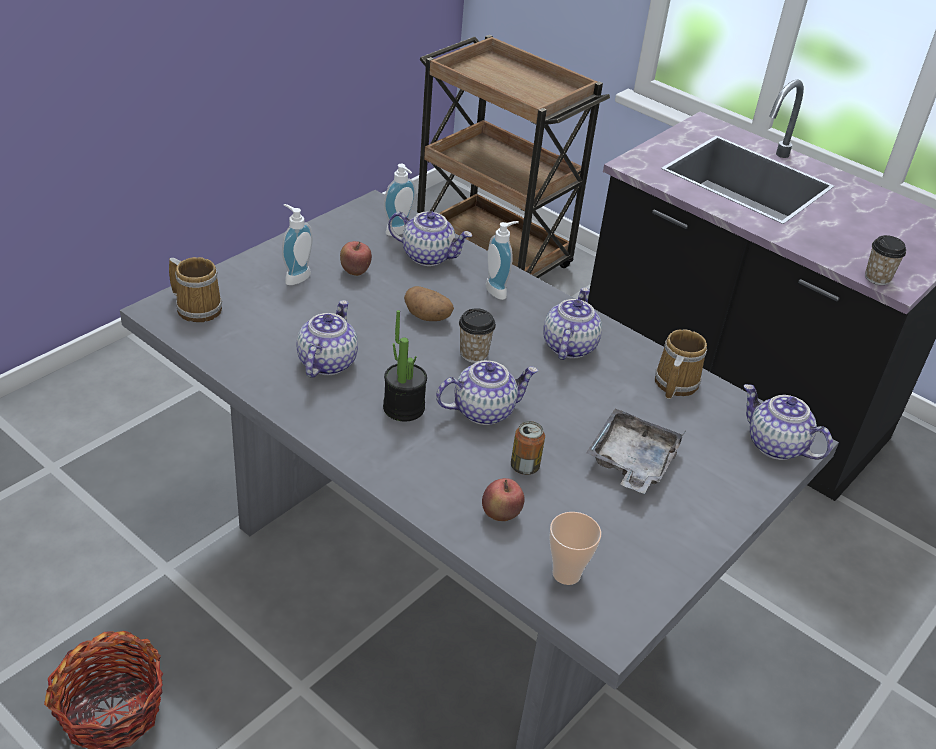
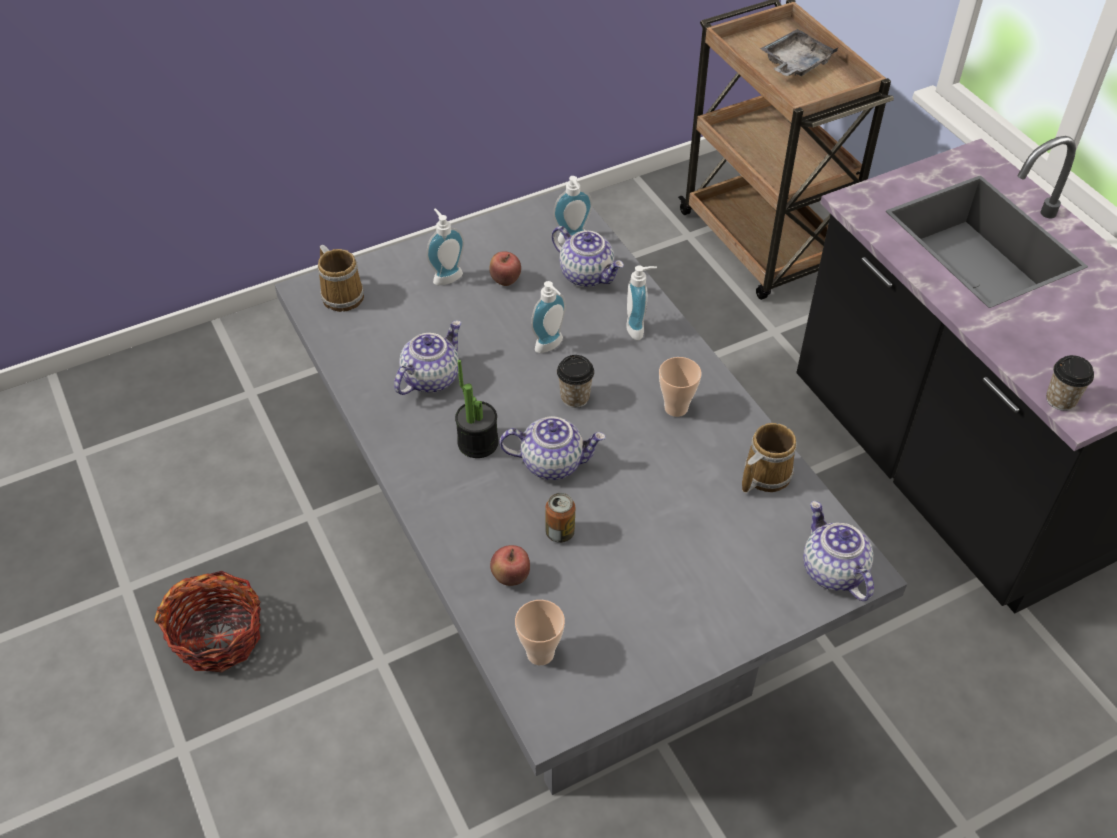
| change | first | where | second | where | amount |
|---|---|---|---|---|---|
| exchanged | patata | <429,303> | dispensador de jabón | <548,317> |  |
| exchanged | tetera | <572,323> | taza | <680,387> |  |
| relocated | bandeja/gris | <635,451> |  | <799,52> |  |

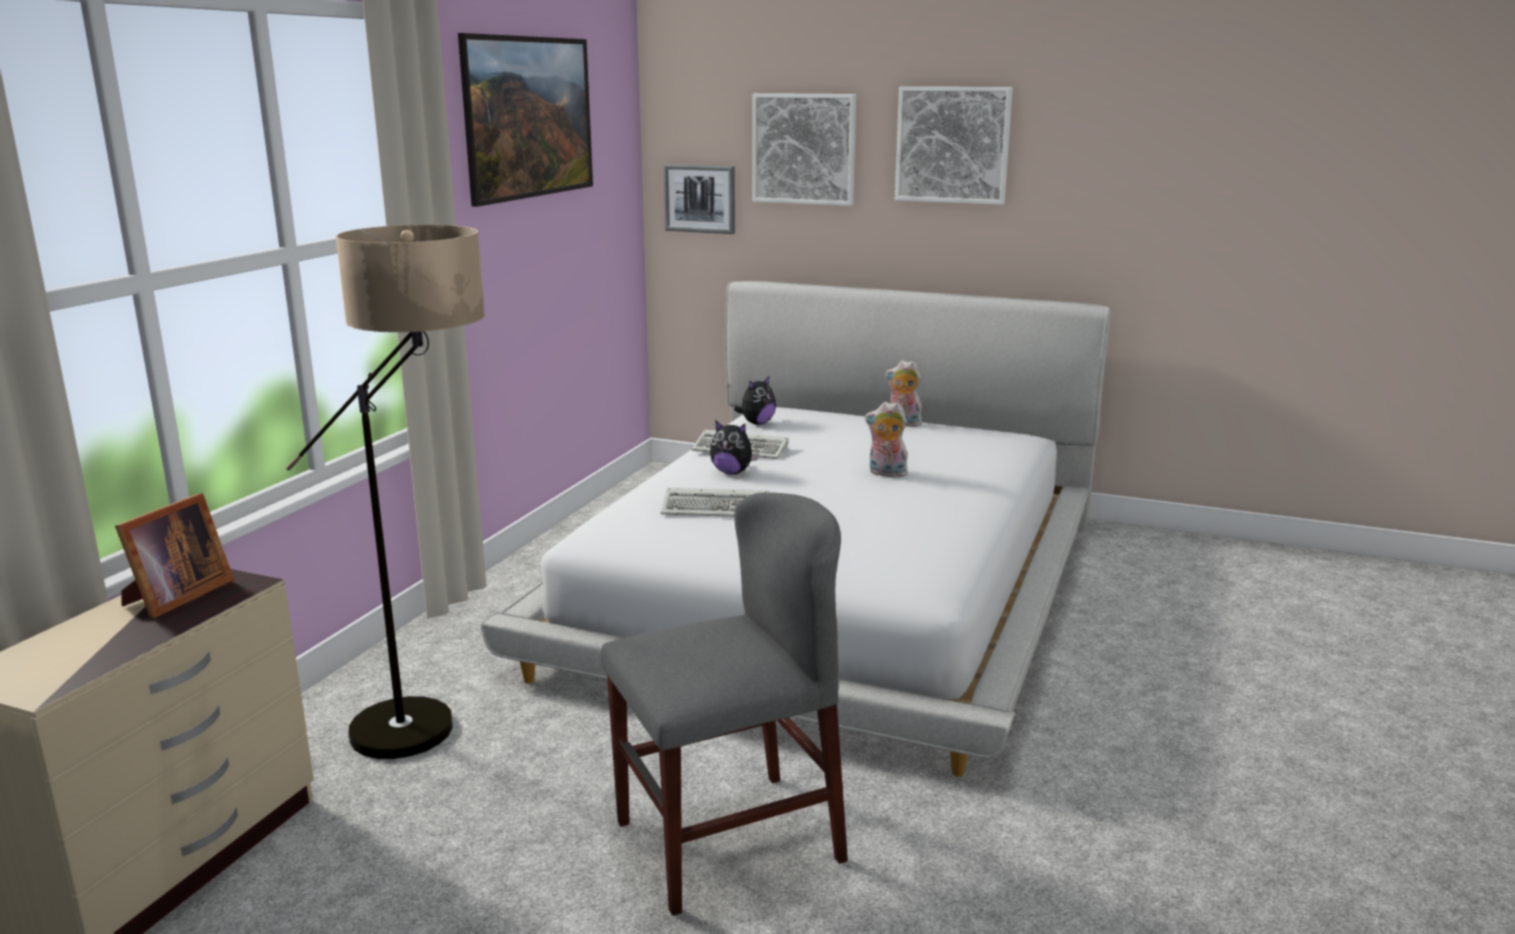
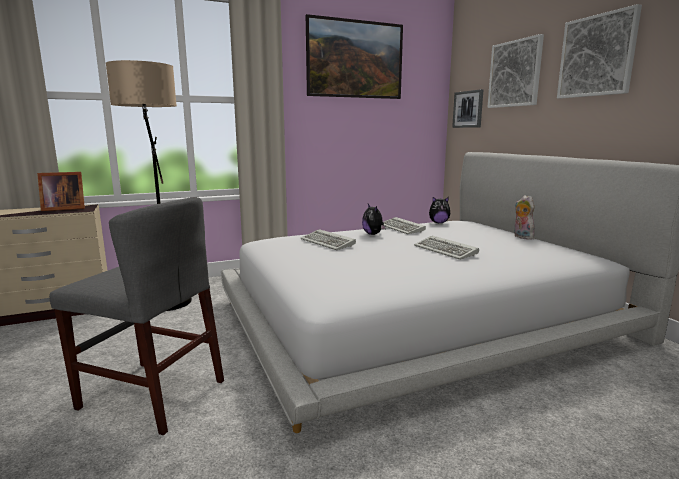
| change | first | where | second | where | amount |
|---|---|---|---|---|---|
| exchanged | peluche | <886,439> | teclado | <446,247> |  |

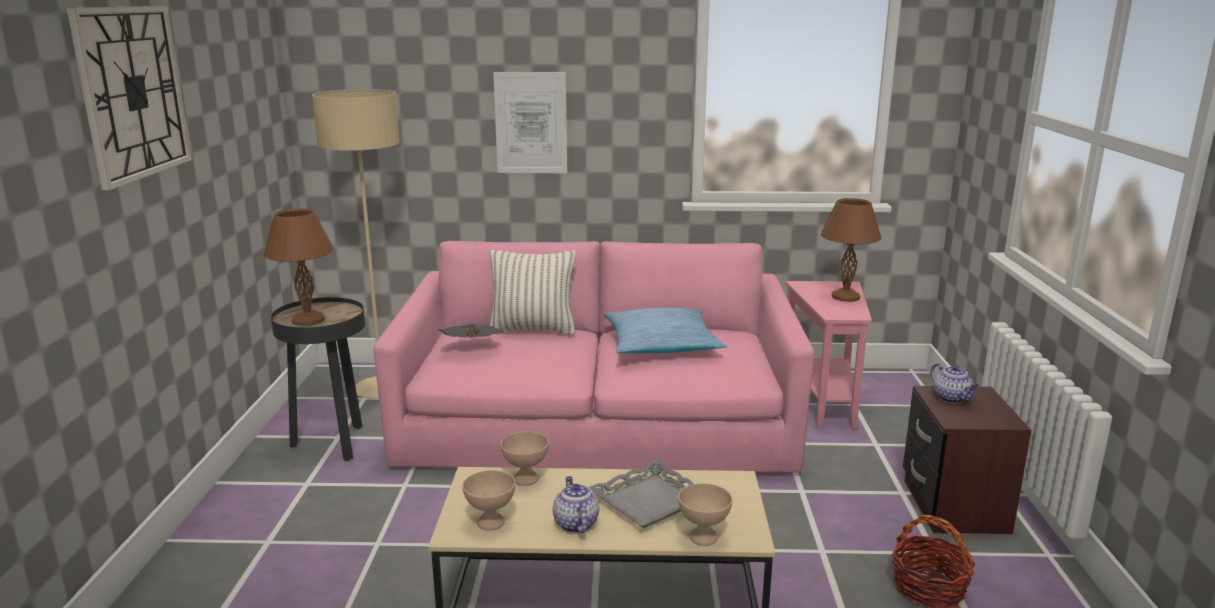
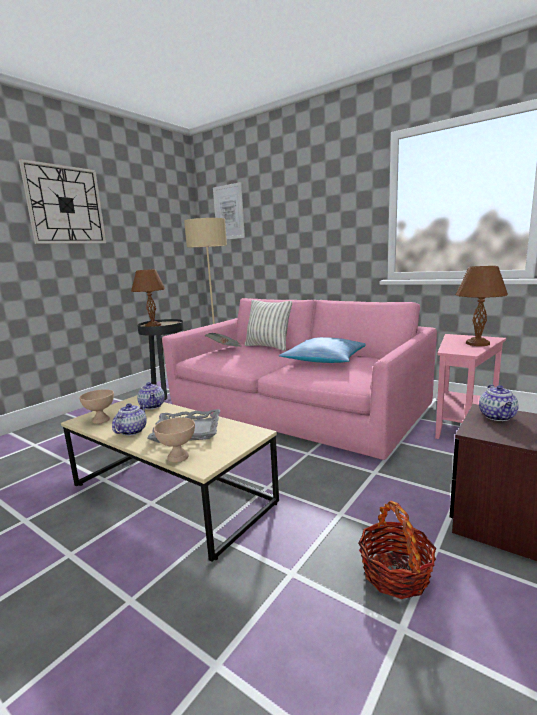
| change | first | where | second | where | amount |
|---|---|---|---|---|---|
| relocated | cuadro | <530,122> |  | <229,210> |  |
| exchanged | cuenco/beis | <525,458> | tetera | <151,396> |  |

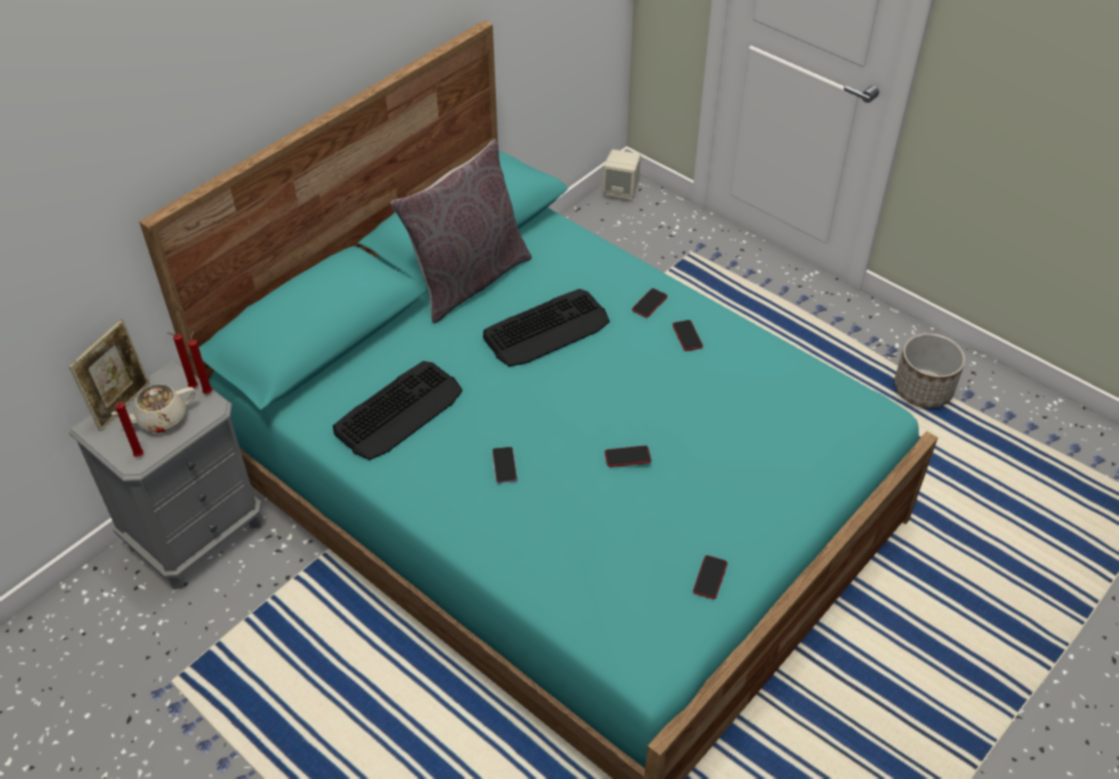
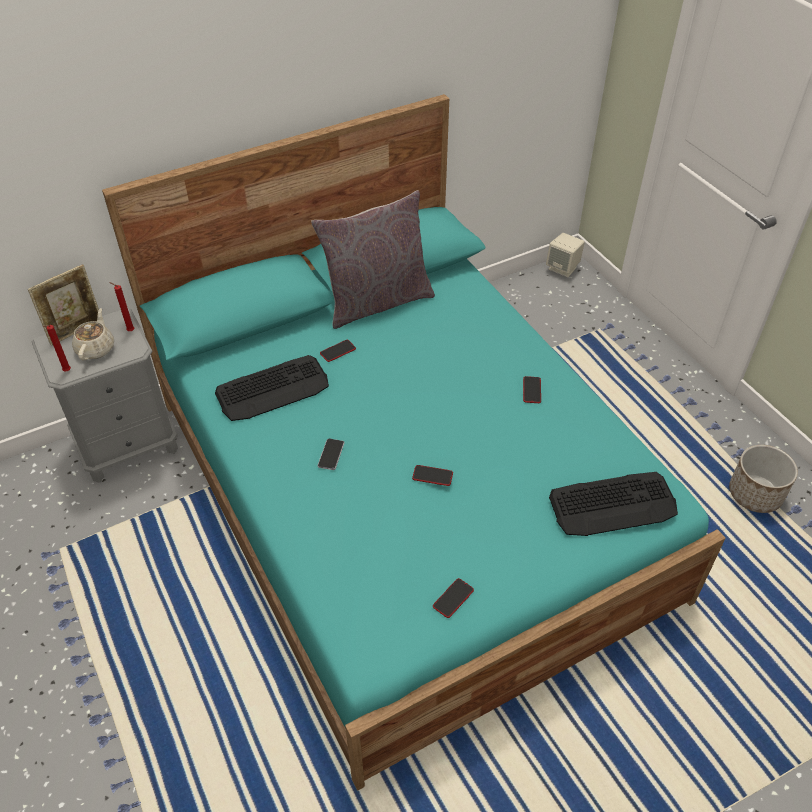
| change | first | where | second | where | amount |
|---|---|---|---|---|---|
| relocated | móvil | <649,303> |  | <338,351> |  |
| relocated | teclado | <546,328> |  | <613,504> |  |
| missing | vela/rojo | <200,362> |  |  |  |
| spun | tetera/beis | <153,408> |  | <93,334> | 105 degrees clockwise |

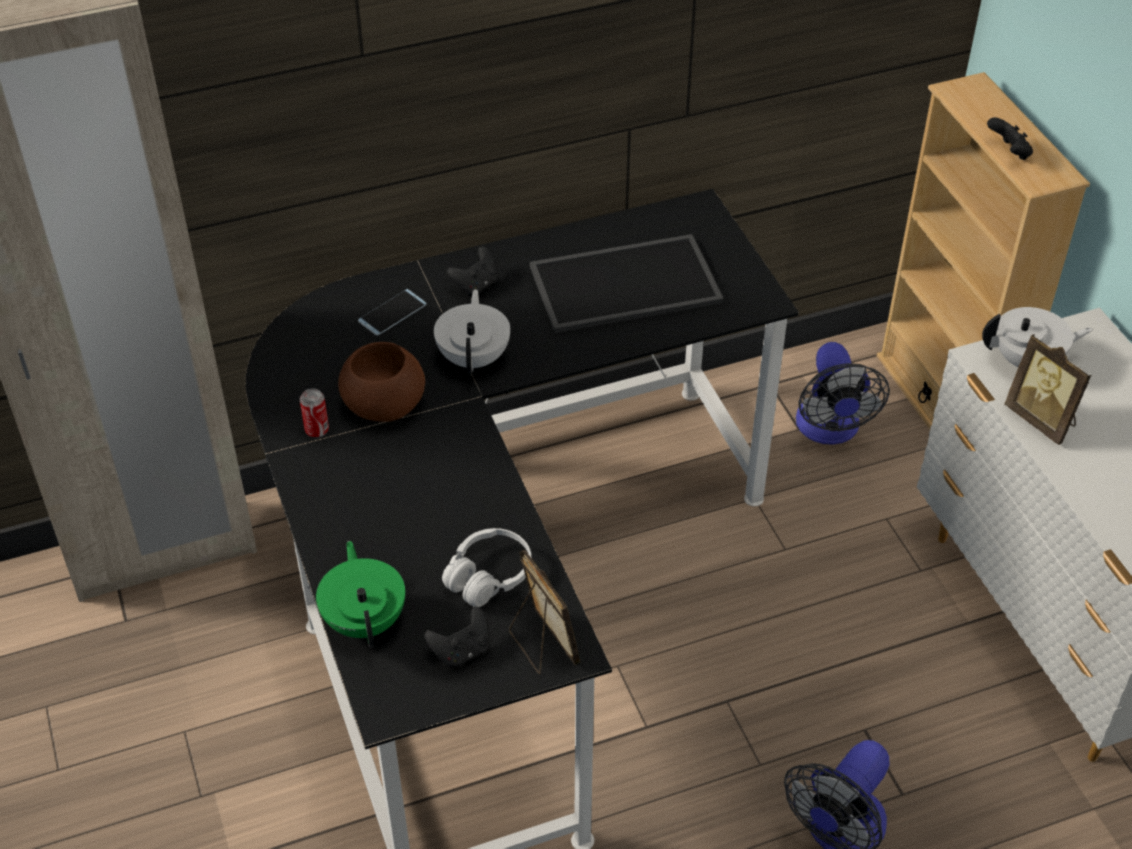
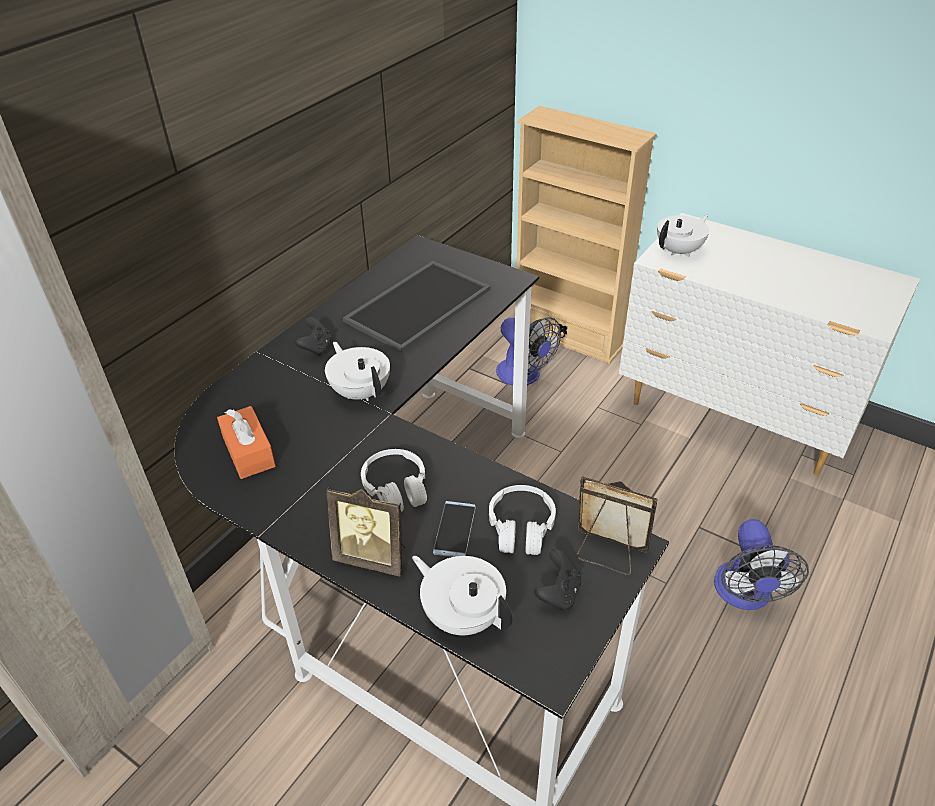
| change | first | where | second | where | amount |
|---|---|---|---|---|---|
| missing | mando de consola/negro | <1010,138> |  |  |  |
| relocated | móvil | <392,312> |  | <454,529> |  |
| relocated | portarretratos | <1047,389> |  | <365,531> |  |
| missing | cuenco/marrón | <381,382> |  |  |  |
| missing | lata | <314,413> |  |  |  |
| colour | tetera/verde | <360,594> | tetera/blanco | <462,595> |  |
| appeared |  |  | caja de pañuelos/naranja | <246,442> |  |
| appeared |  |  | auriculares/blanco | <394,480> |  |

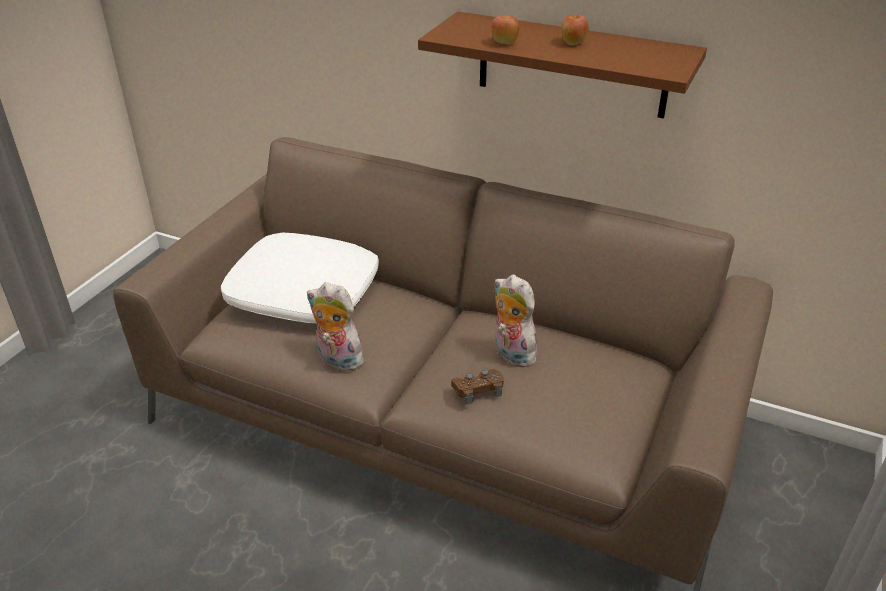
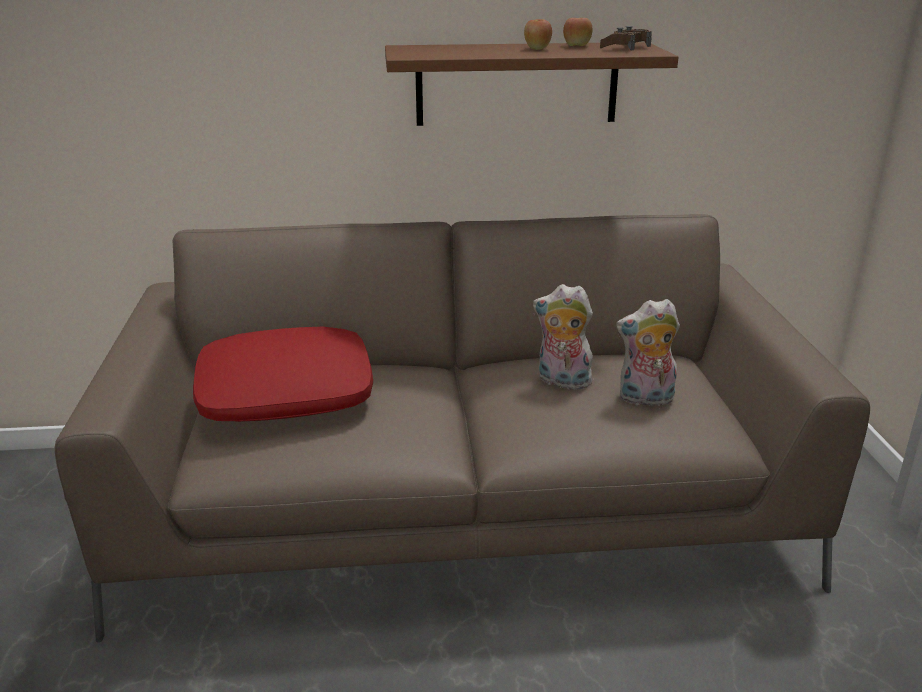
| change | first | where | second | where | amount |
|---|---|---|---|---|---|
| relocated | manzana | <505,30> |  | <577,32> |  |
| colour | cojín/blanco | <300,278> | cojín/rojo | <283,374> |  |
| relocated | peluche | <336,326> |  | <648,352> |  |
| relocated | mando de consola/marrón | <477,387> |  | <626,38> |  |

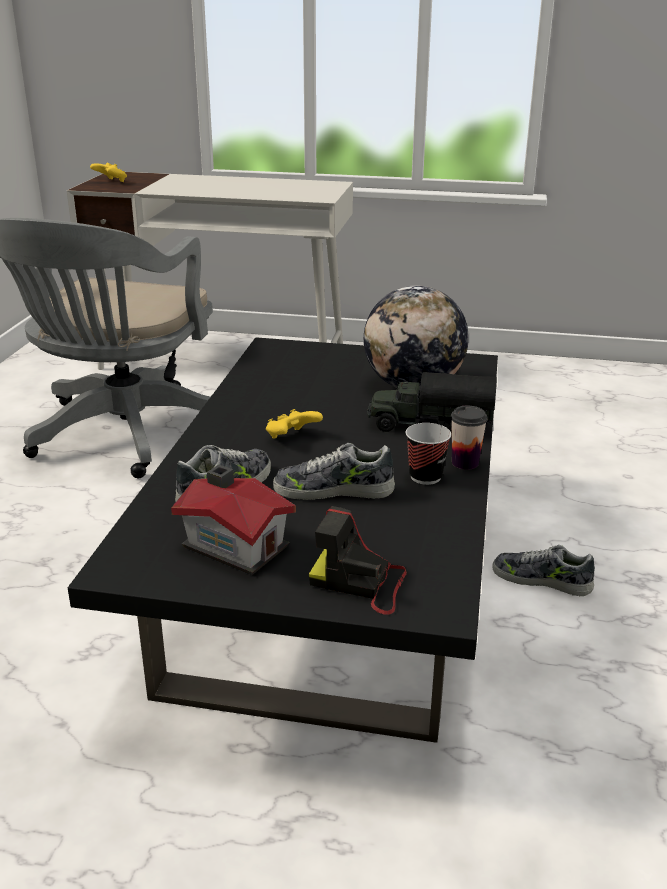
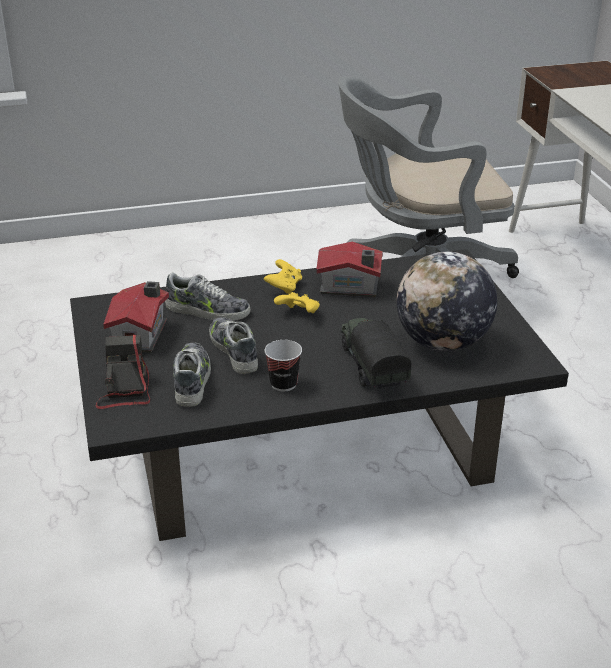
| change | first | where | second | where | amount |
|---|---|---|---|---|---|
| relocated | mando de consola/amarillo | <108,172> |  | <283,276> |  |
| missing | taza | <469,438> |  |  |  |
| relocated | zapato | <543,570> |  | <192,375> |  |
| appeared |  |  | casita | <349,269> |  |

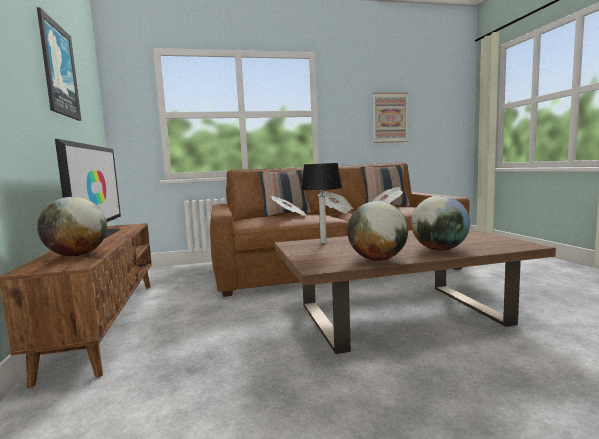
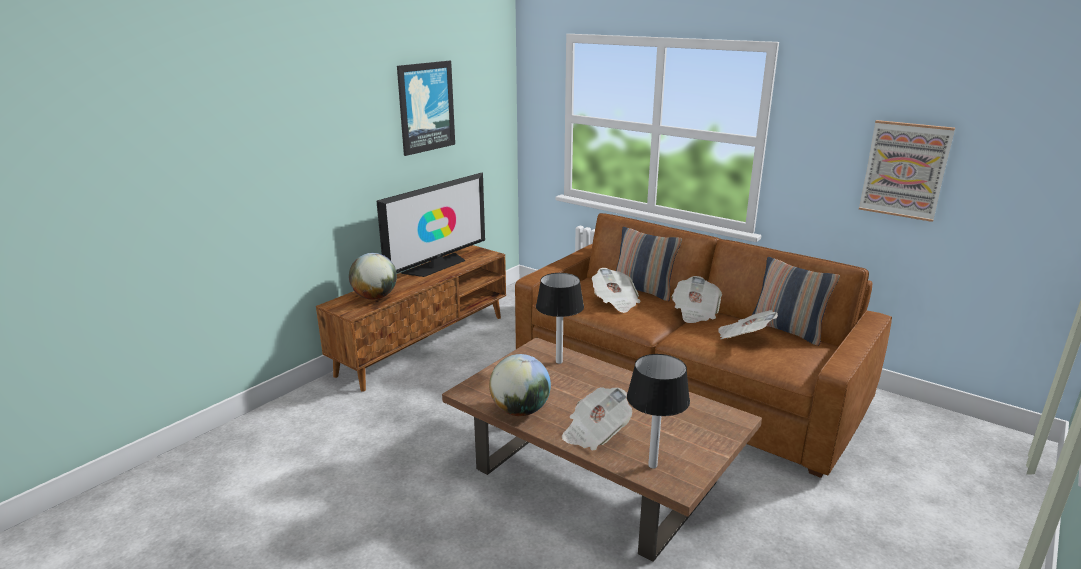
| change | first | where | second | where | amount |
|---|---|---|---|---|---|
| exchanged | globo terráqueo | <440,222> | periódico | <596,419> |  |
| appeared |  |  | lámpara de mesa | <658,411> |  |

